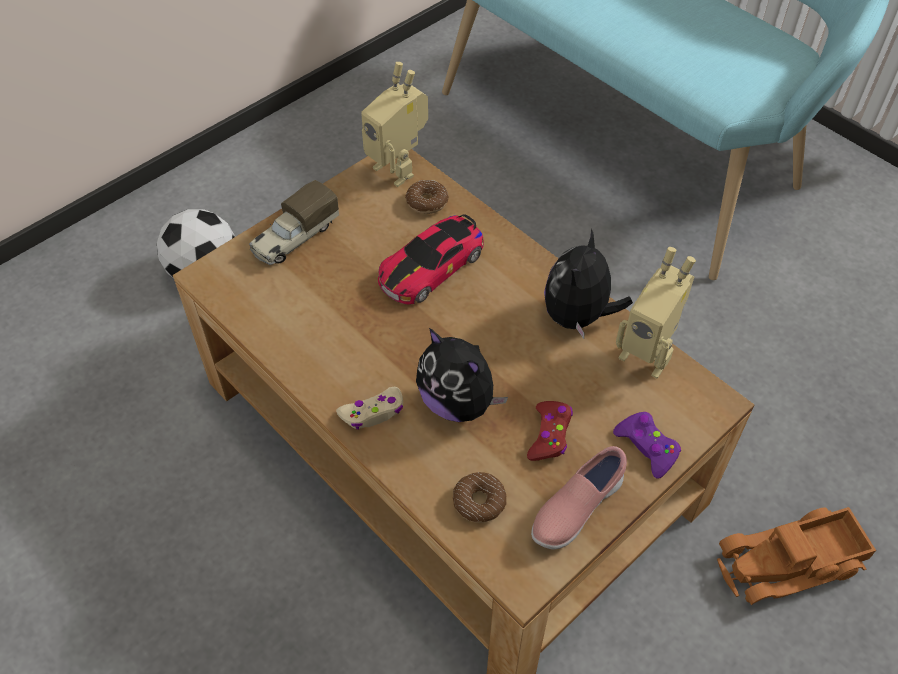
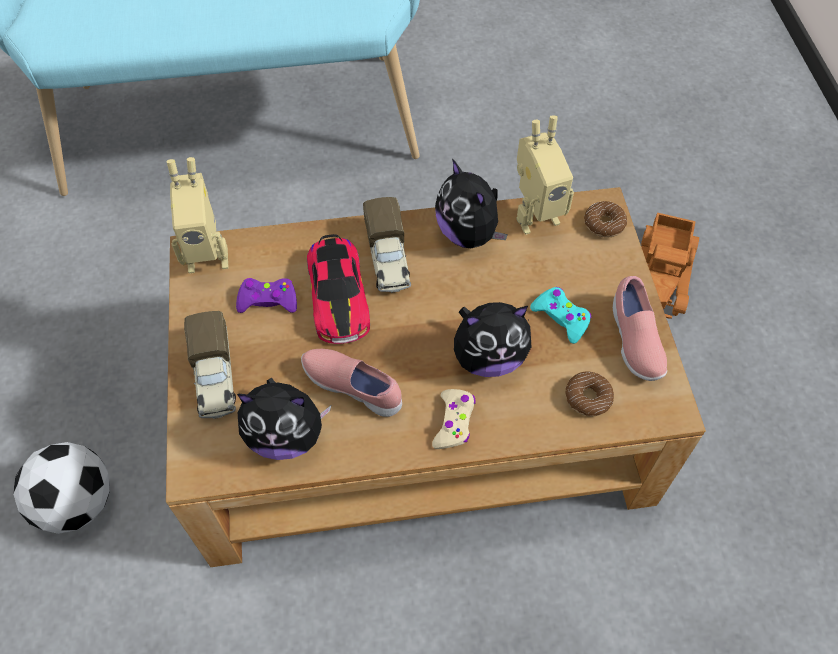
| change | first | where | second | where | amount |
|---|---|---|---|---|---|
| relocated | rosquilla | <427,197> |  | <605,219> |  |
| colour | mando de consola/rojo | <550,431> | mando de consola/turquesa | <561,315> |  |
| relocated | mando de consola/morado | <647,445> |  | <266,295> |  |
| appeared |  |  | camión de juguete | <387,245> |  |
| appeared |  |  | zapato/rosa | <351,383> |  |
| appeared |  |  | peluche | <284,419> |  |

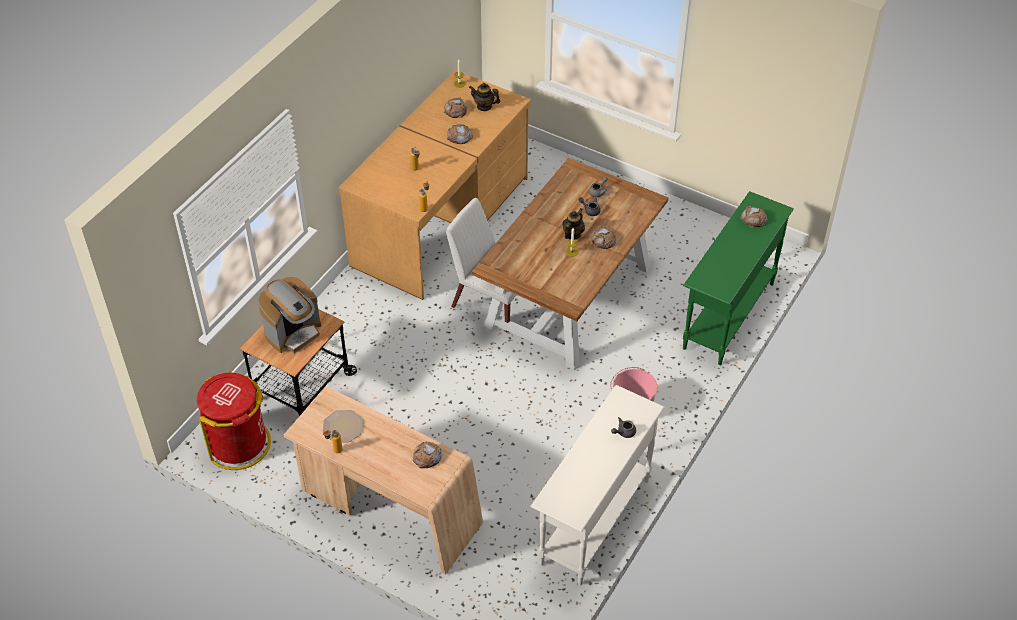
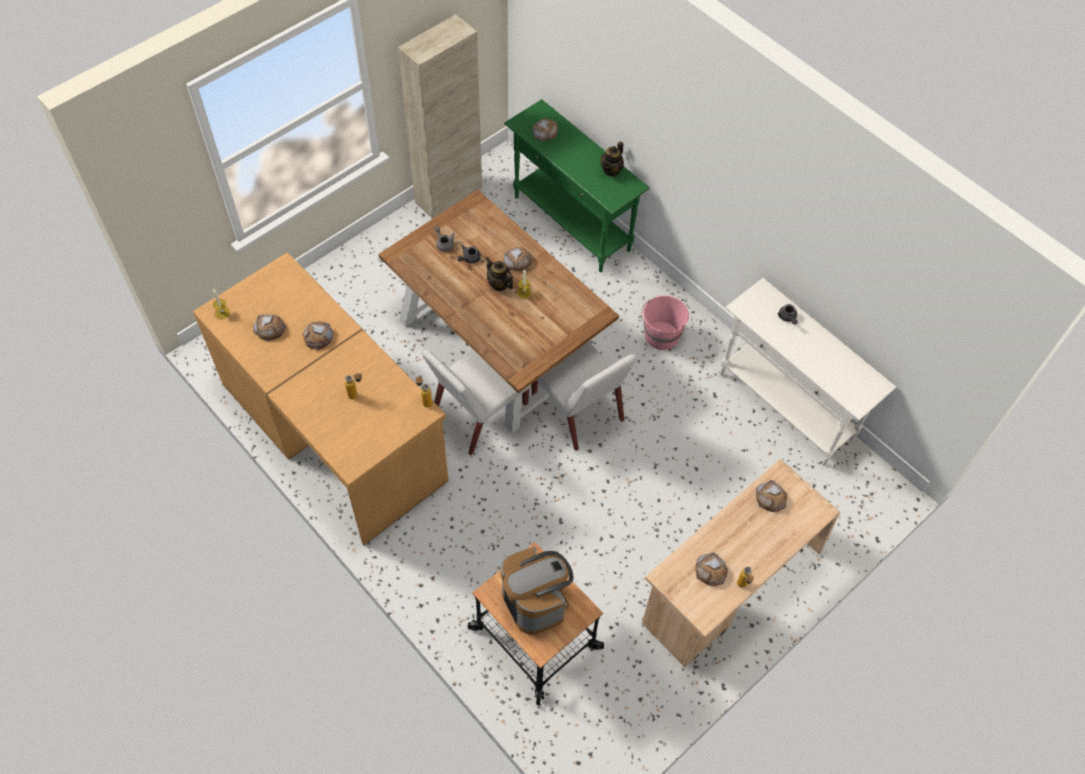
| change | first | where | second | where | amount |
|---|---|---|---|---|---|
| relocated | tetera | <484,97> |  | <612,159> |  |
| missing | papelera/rojo | <234,421> |  |  |  |
| exchanged | plato | <343,426> | pan | <711,569> |  |
| appeared |  |  | armario/beis | <440,116> |  |
| appeared |  |  | silla/blanco | <584,396> |  |

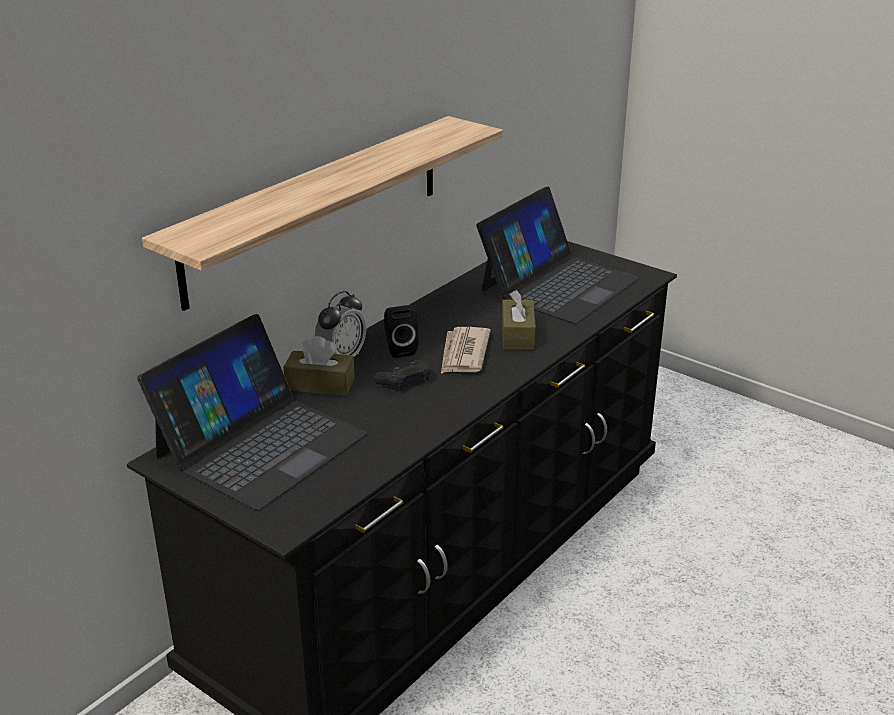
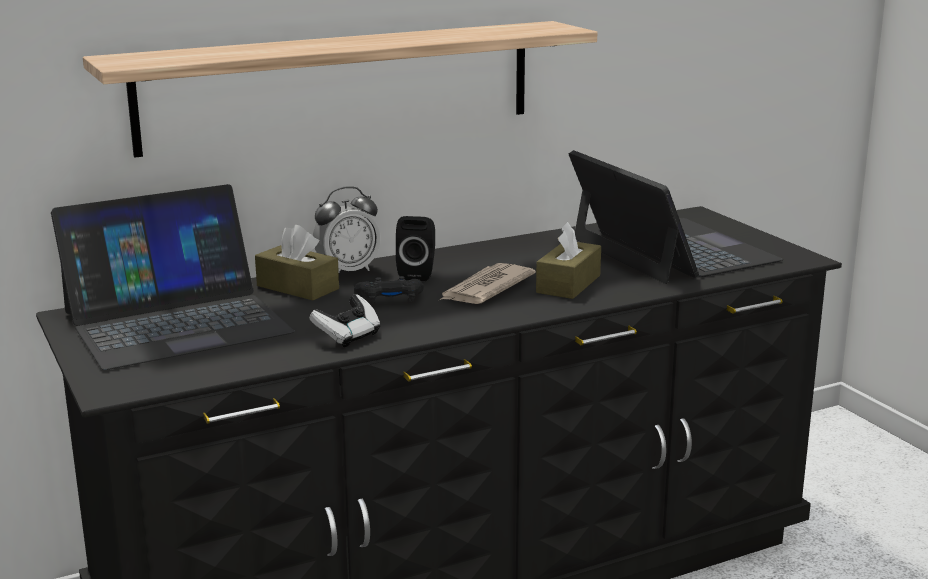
| change | first | where | second | where | amount |
|---|---|---|---|---|---|
| spun | portátil | <558,254> |  | <676,217> | 90 degrees counterclockwise |
| appeared |  |  | mando de consola | <344,320> |  |

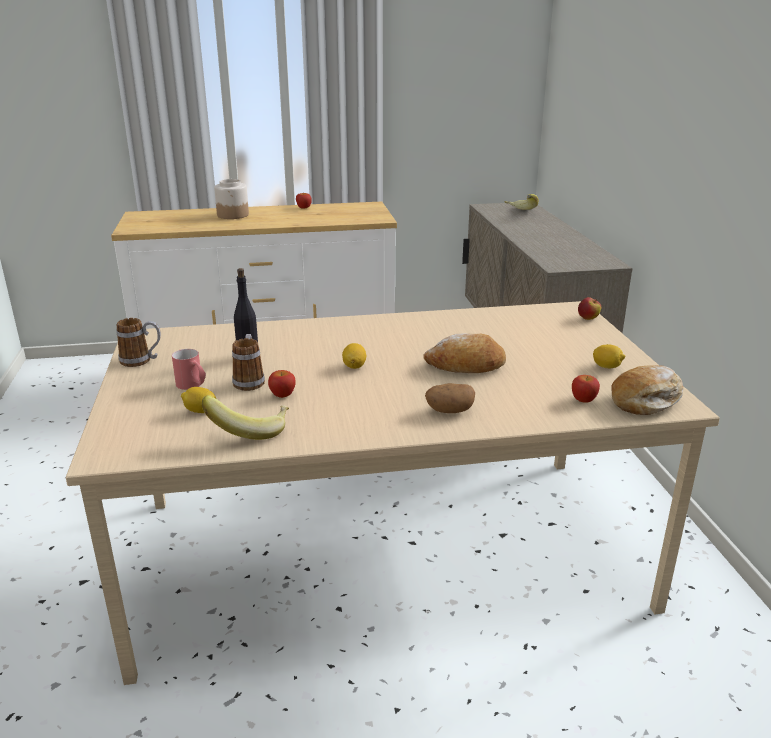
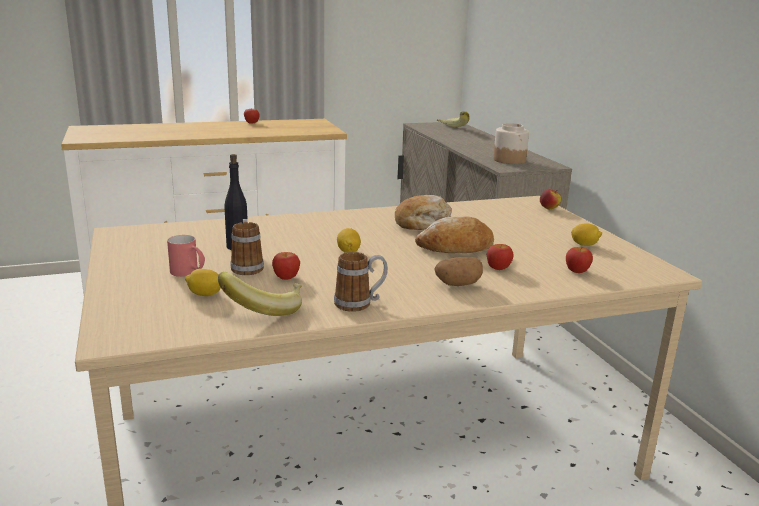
| change | first | where | second | where | amount |
|---|---|---|---|---|---|
| relocated | tarro | <231,199> |  | <511,143> |  |
| relocated | taza grande | <138,342> |  | <361,282> |  |
| relocated | pan | <647,390> |  | <423,212> |  |
| appeared |  |  | manzana | <500,257> |  |

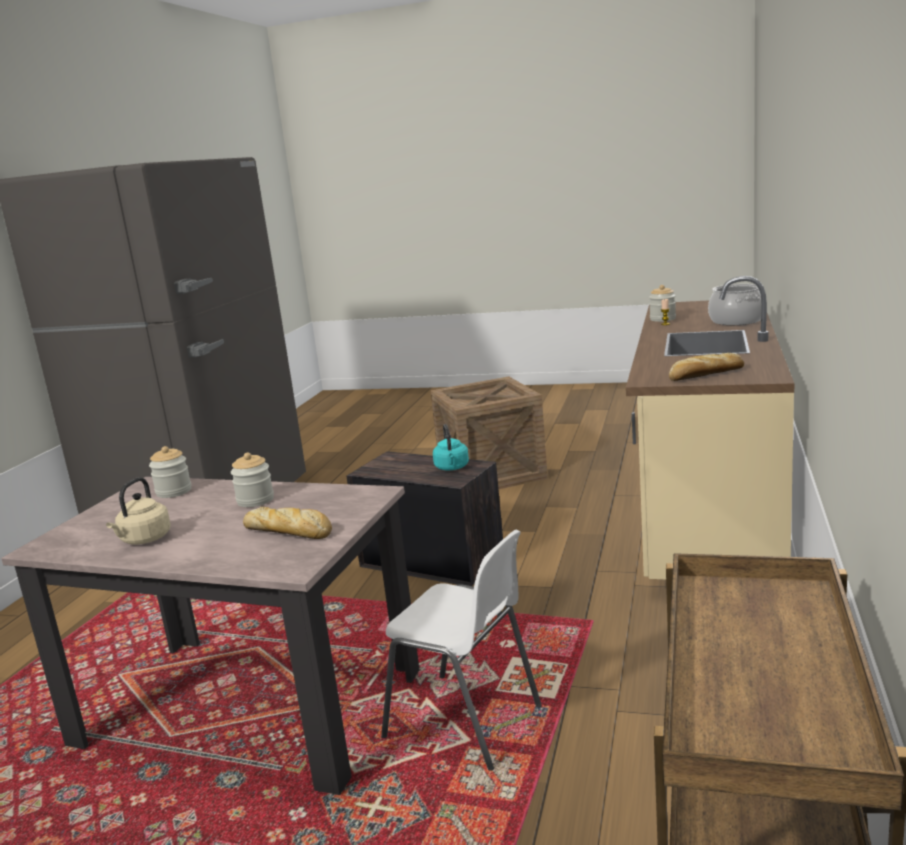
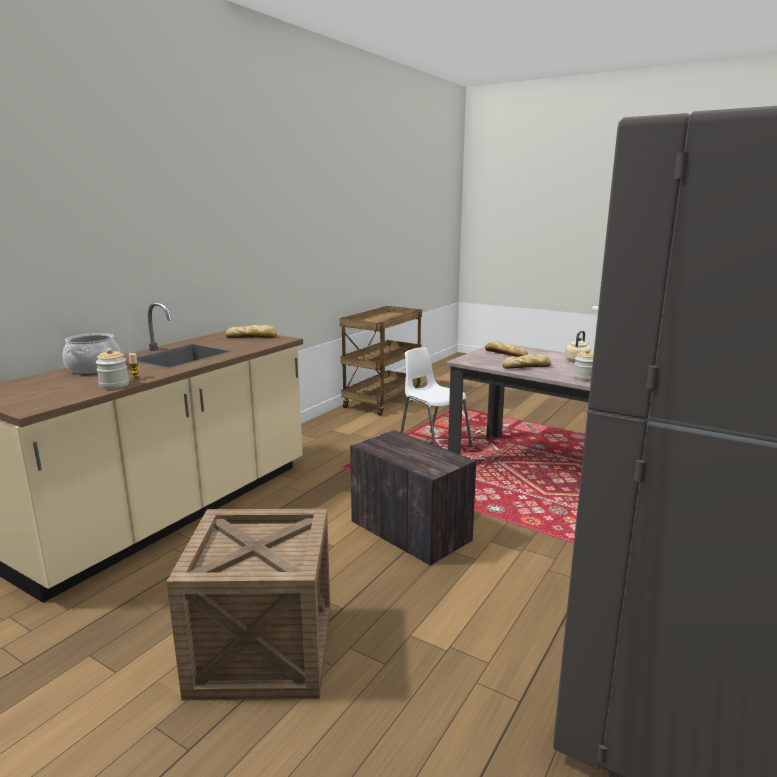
| change | first | where | second | where | amount |
|---|---|---|---|---|---|
| missing | hervidor/turquesa | <451,447> |  |  |  |
| exchanged | tarro | <252,479> | pan | <526,361> |  |

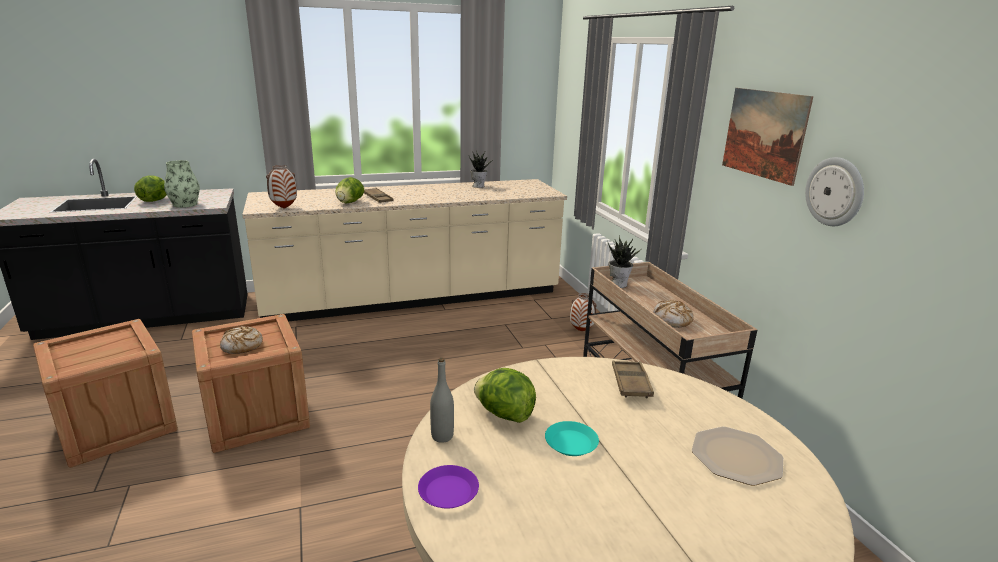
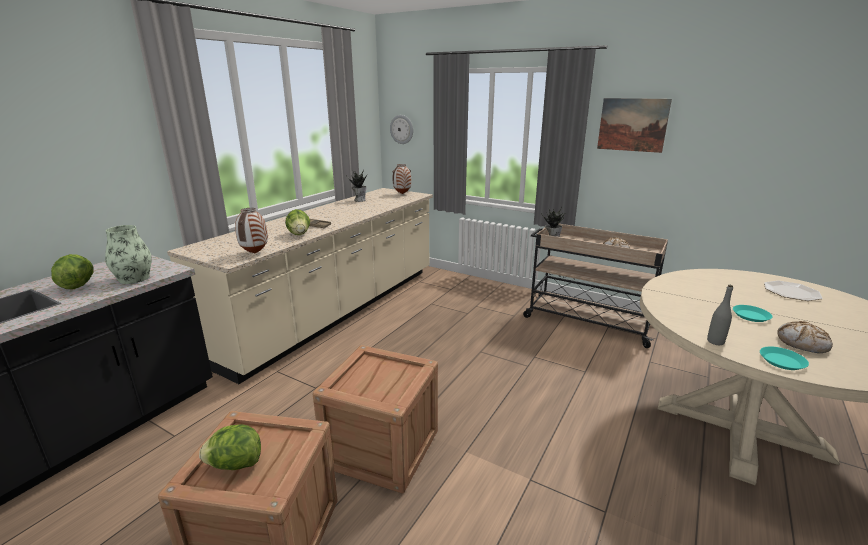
| change | first | where | second | where | amount |
|---|---|---|---|---|---|
| relocated | reloj de pared | <834,191> |  | <401,129> |  |
| relocated | florero | <583,312> |  | <402,179> |  |
| relocated | pan | <241,340> |  | <805,337> |  |
| missing | bandeja/marrón | <633,379> |  |  |  |
| relocated | lechuga | <505,395> |  | <230,447> |  |
| colour | plato/morado | <448,487> | plato/turquesa | <784,358> |  |

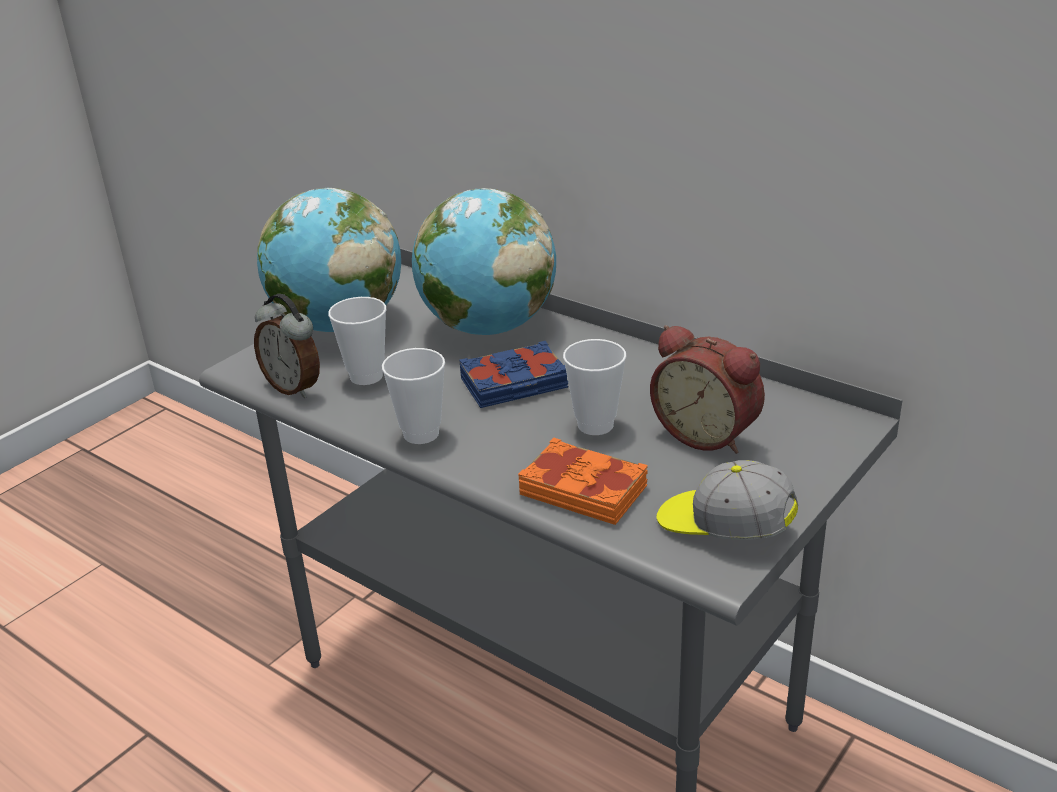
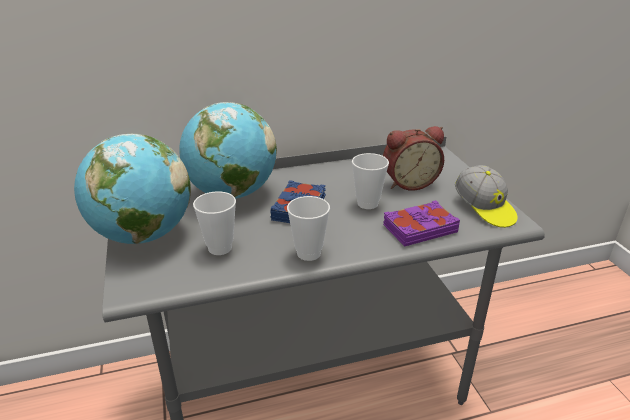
| change | first | where | second | where | amount |
|---|---|---|---|---|---|
| missing | despertador | <287,346> |  |  |  |
| colour | libro/naranja | <583,481> | libro/morado | <421,223> |  |
| spun | gorra | <727,500> |  | <486,196> | 90 degrees counterclockwise |

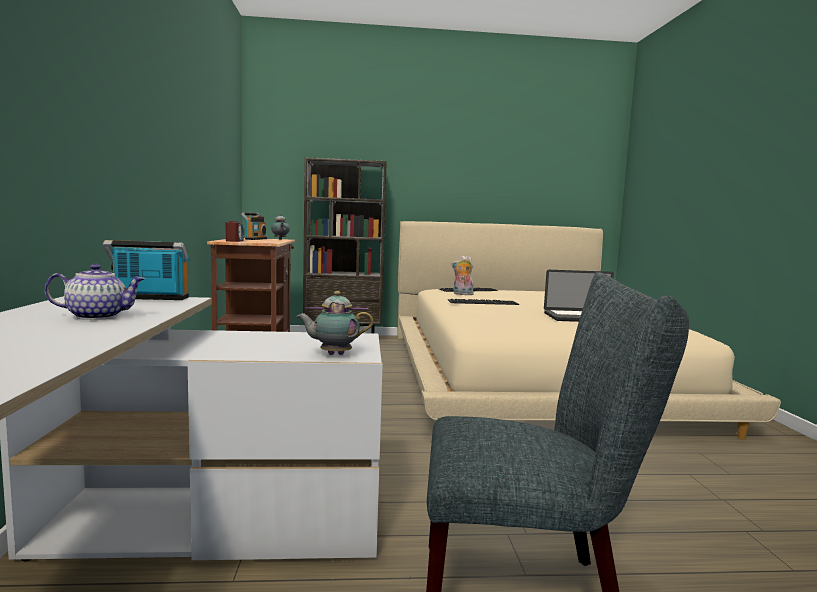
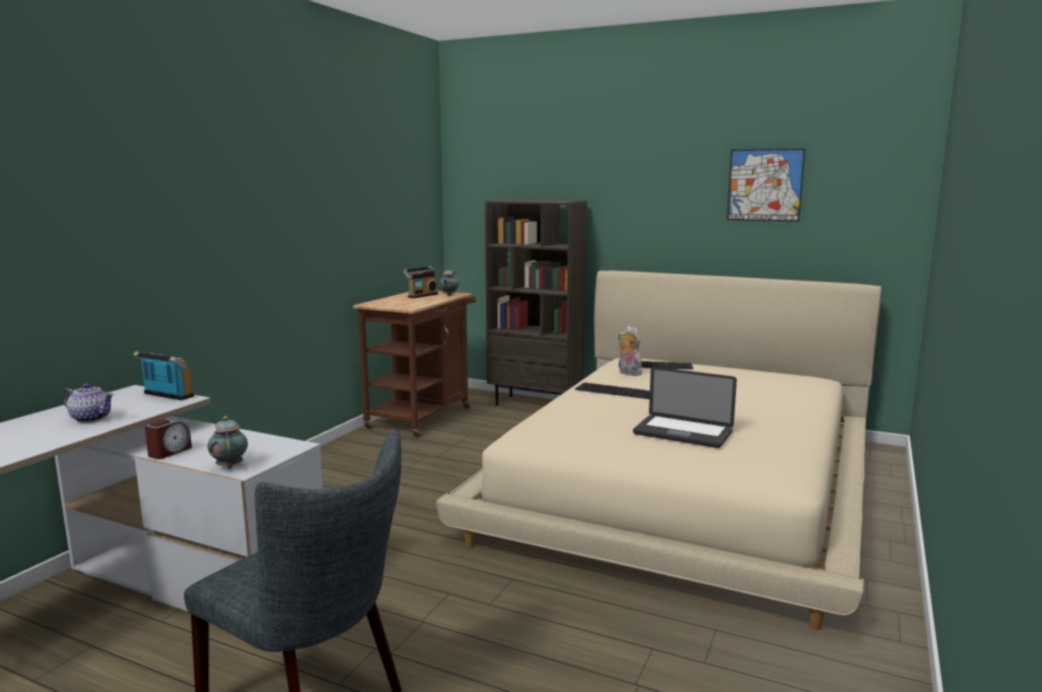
| change | first | where | second | where | amount |
|---|---|---|---|---|---|
| relocated | despertador | <235,231> |  | <168,439> |  |
| spun | tetera | <335,323> |  | <228,442> | 45 degrees clockwise |
| appeared |  |  | cuadro | <766,185> |  |

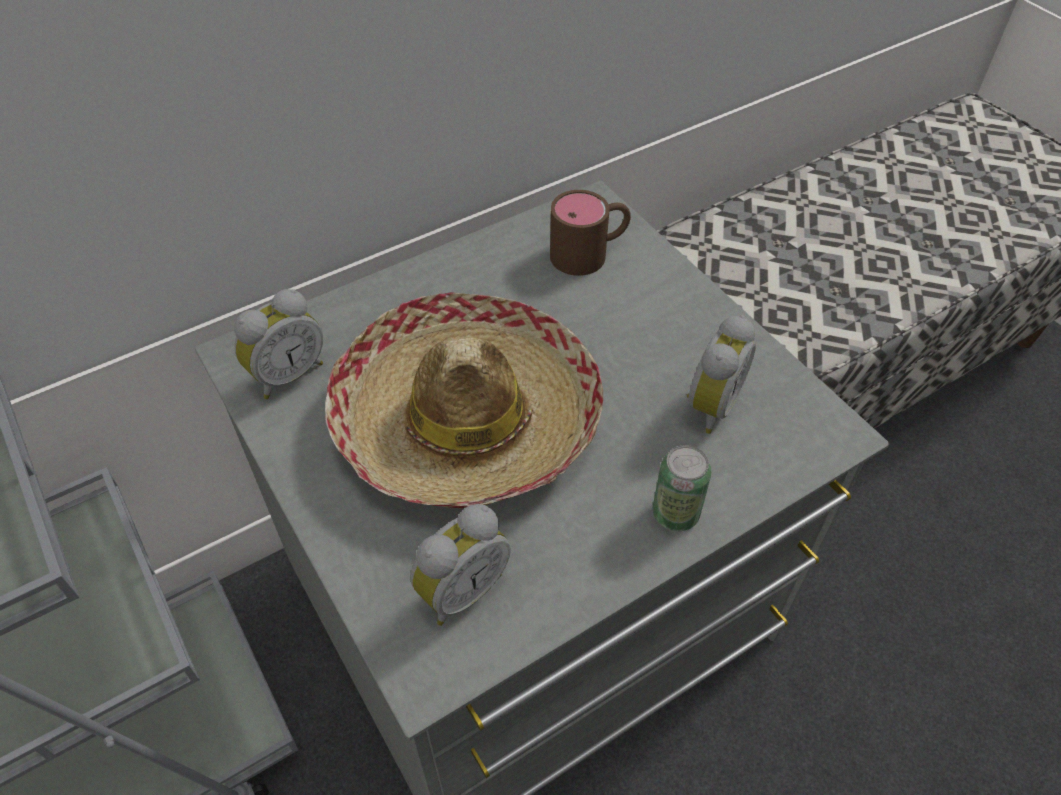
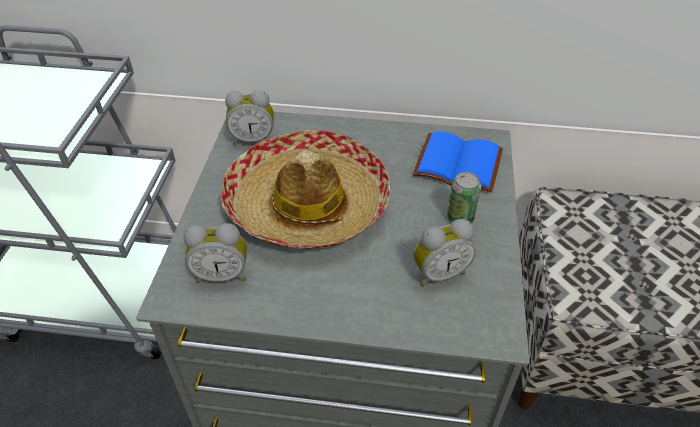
| change | first | where | second | where | amount |
|---|---|---|---|---|---|
| exchanged | taza grande/marrón | <590,233> | libro/azul | <458,162> |  |
| relocated | lata | <682,488> |  | <464,197> |  |

